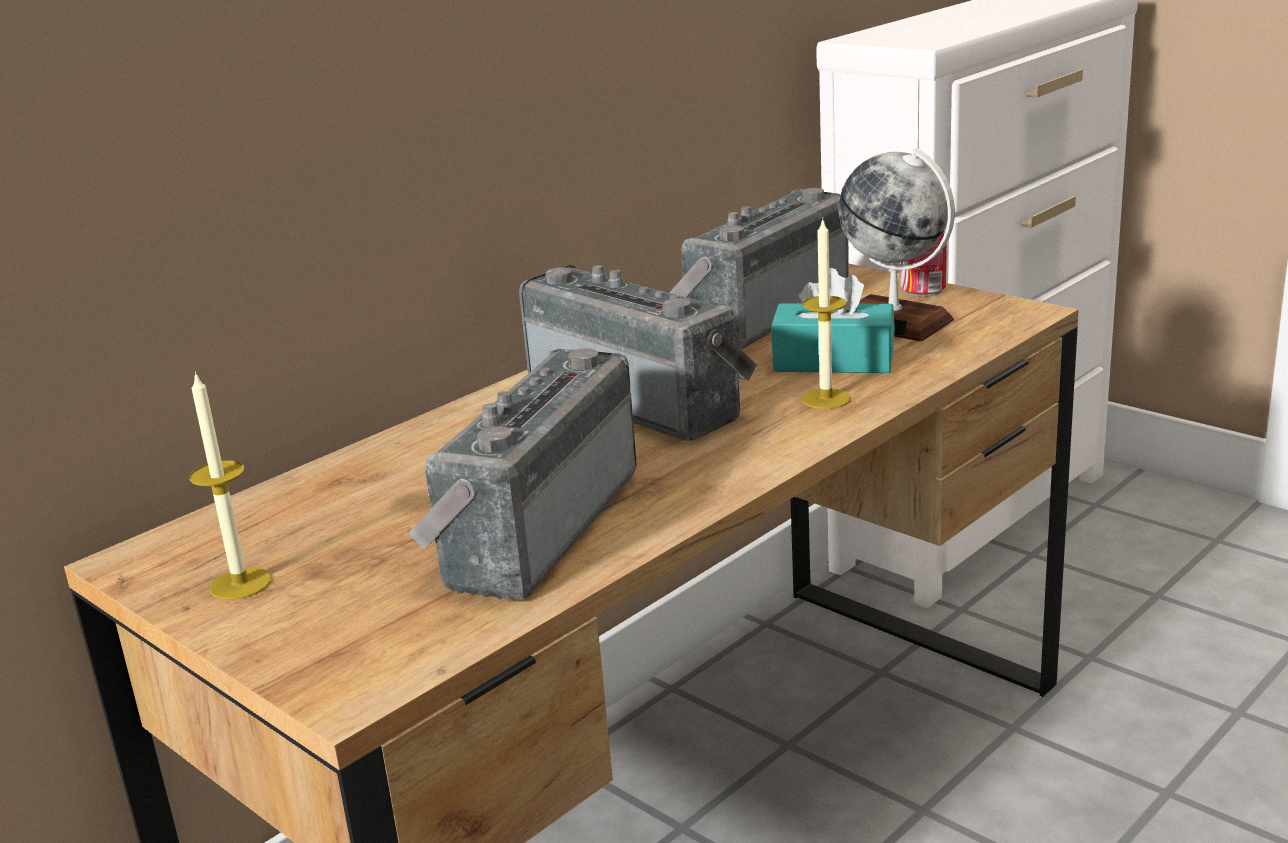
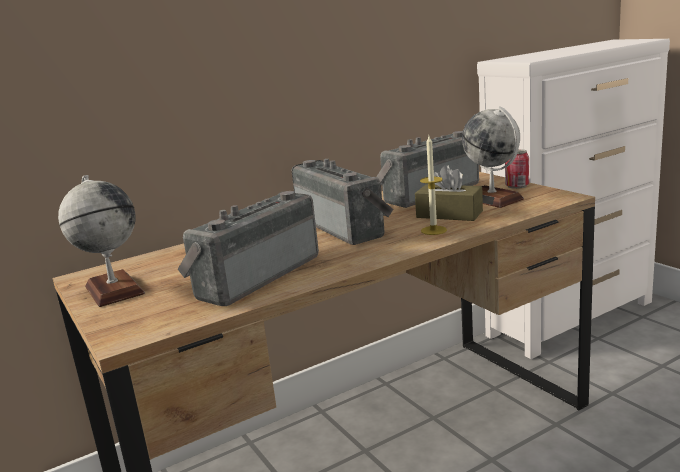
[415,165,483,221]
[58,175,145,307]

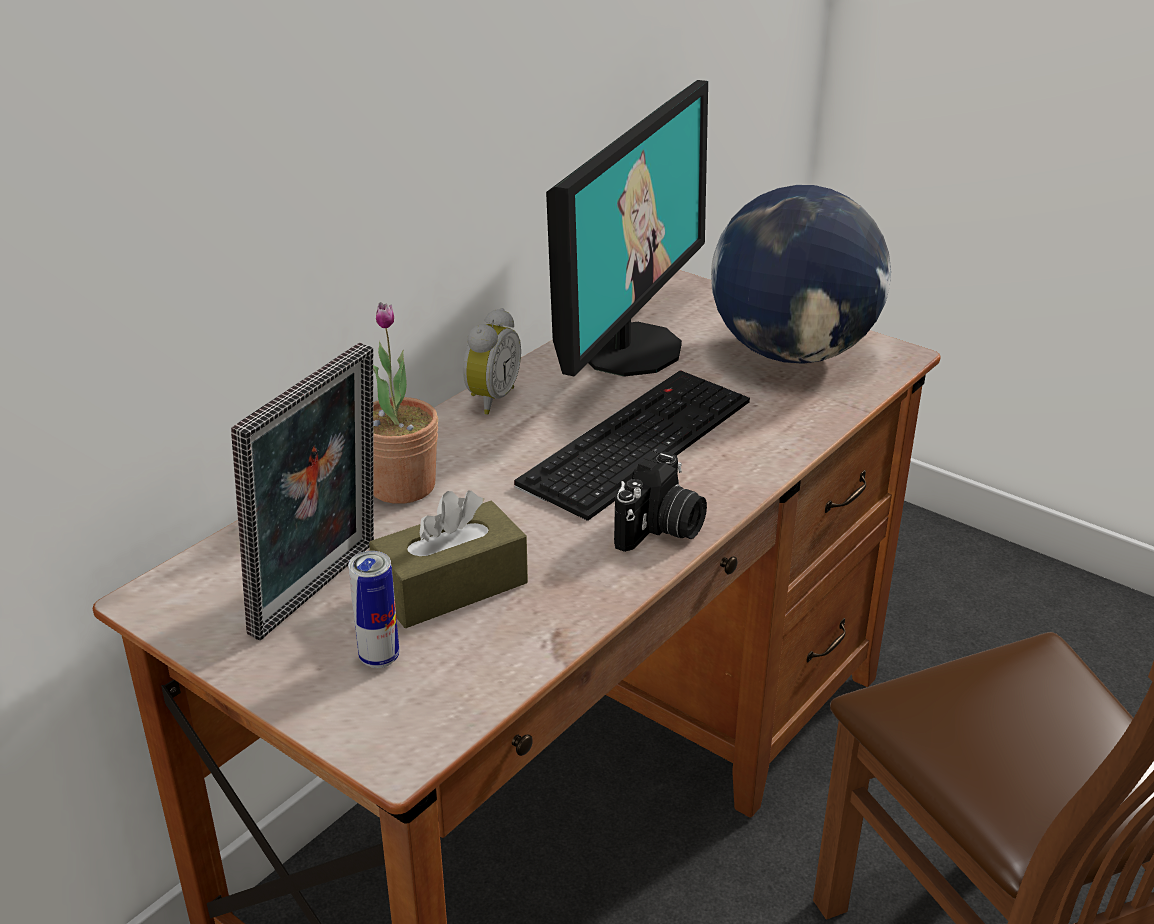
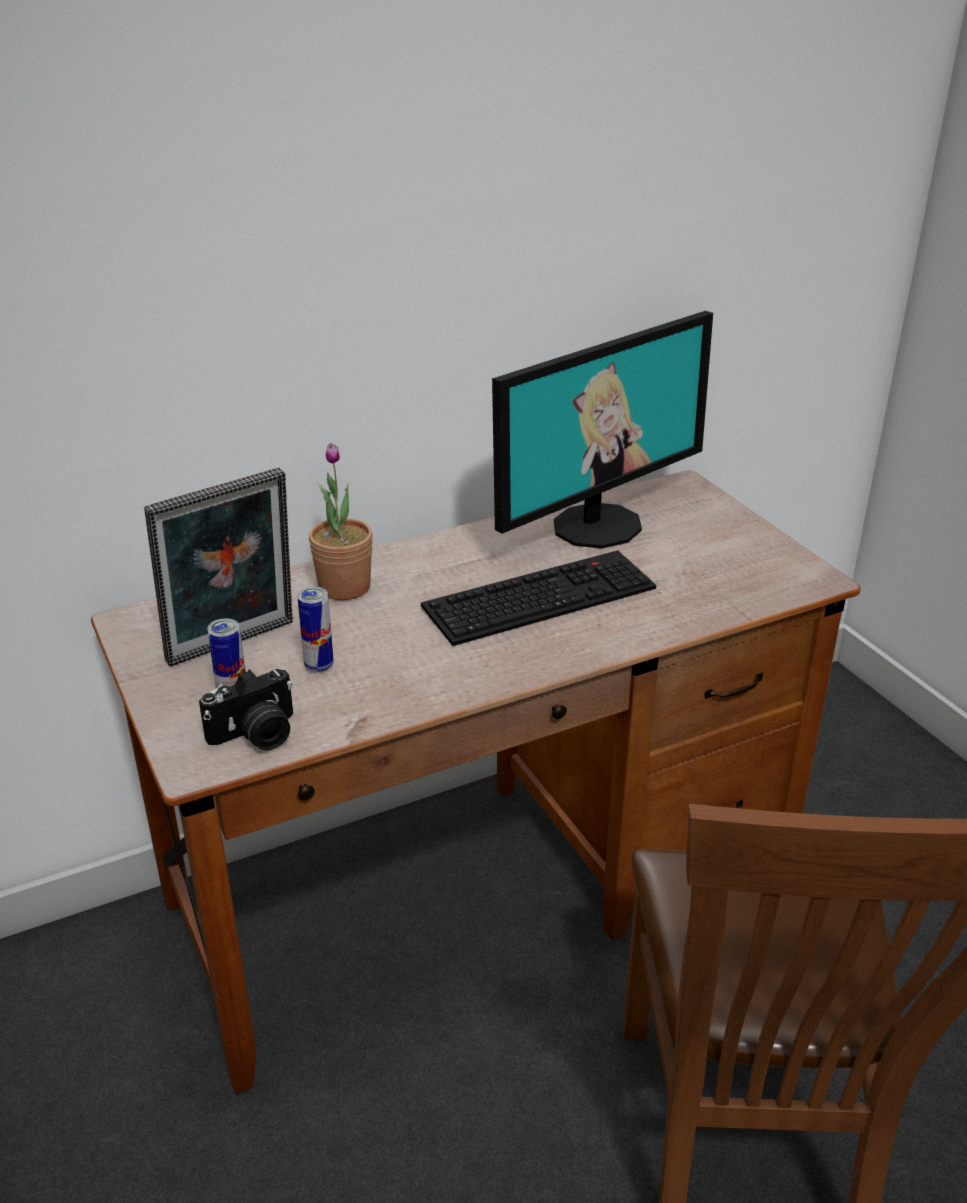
[711,185,891,364] (first image)
[463,308,521,415] (first image)
[199,669,293,750]
[298,587,333,673]

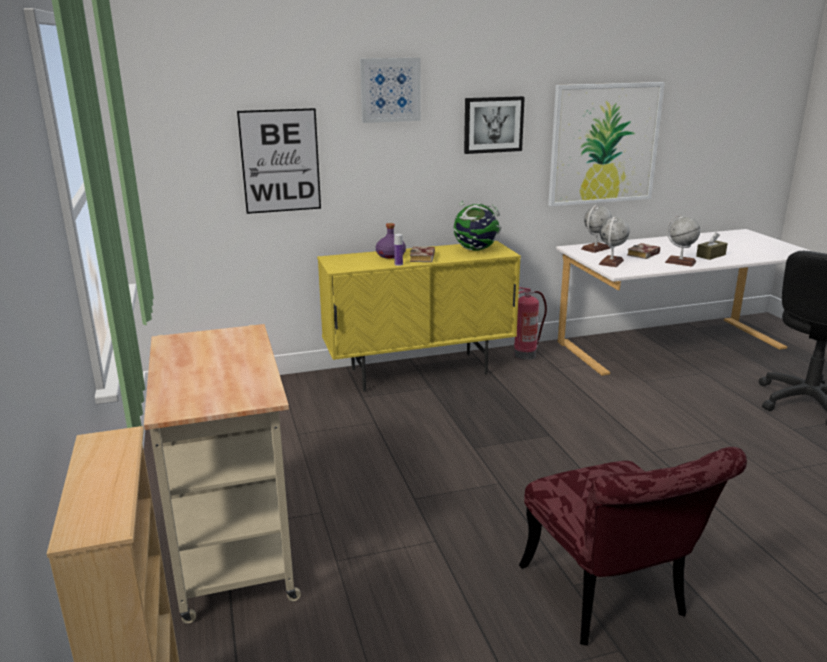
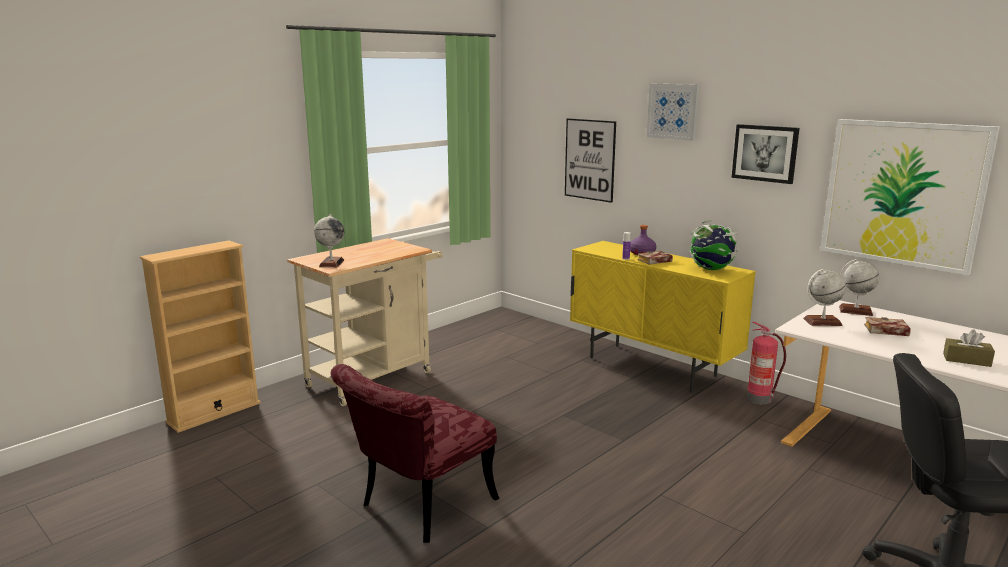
[314,214,345,267]

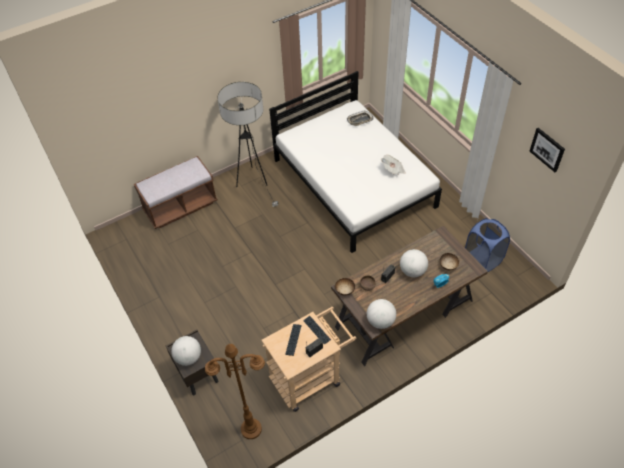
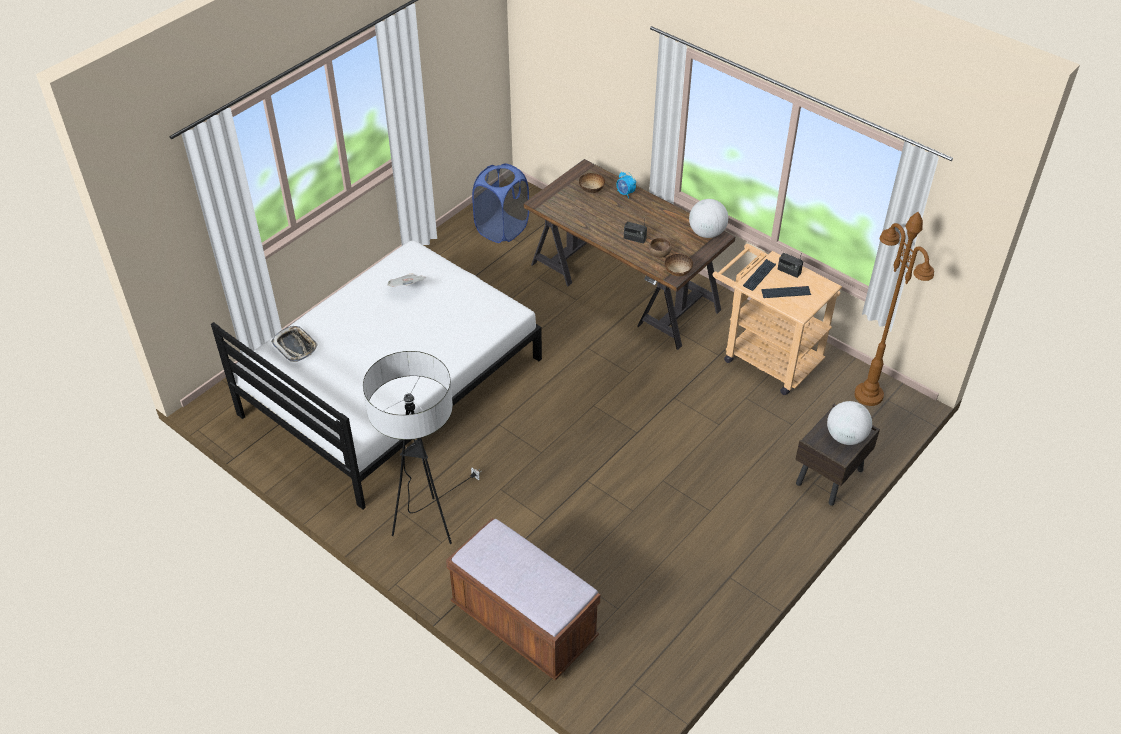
[530,128,565,172] (first image)
[400,249,428,277] (first image)

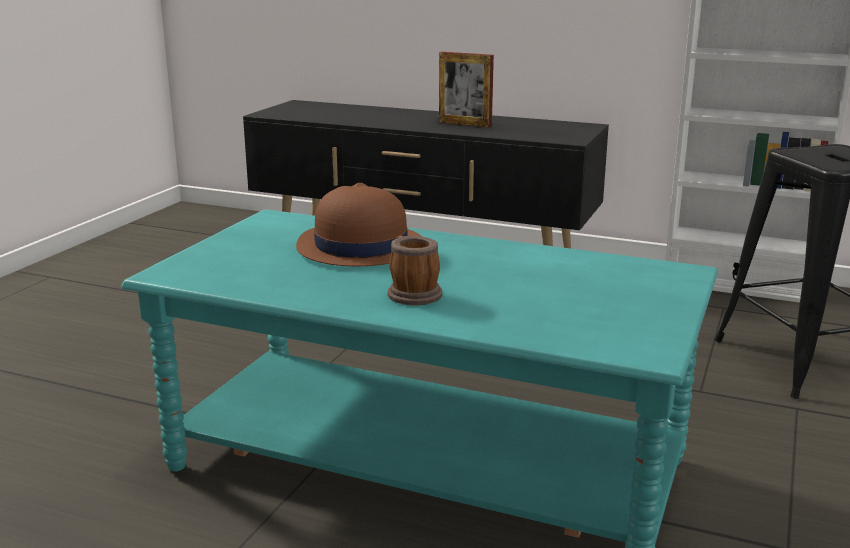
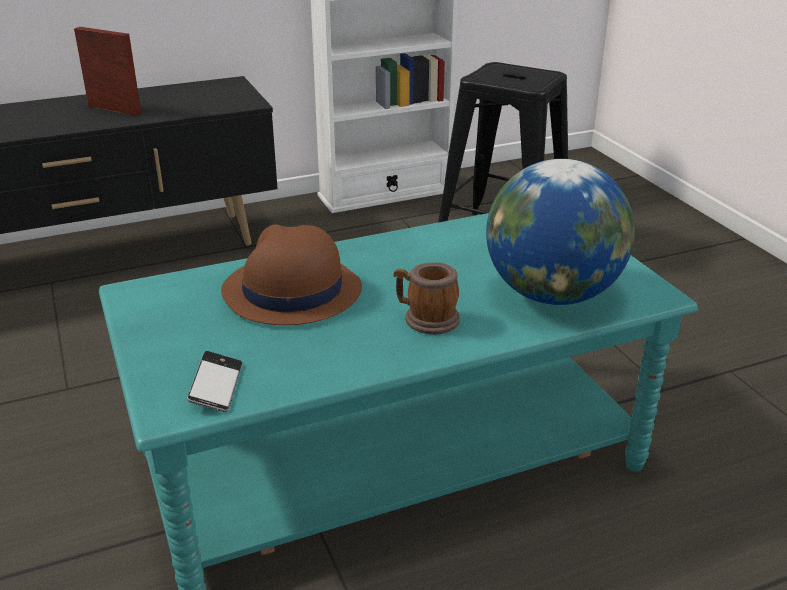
[74,27,141,115]
[486,159,635,305]
[187,351,242,412]

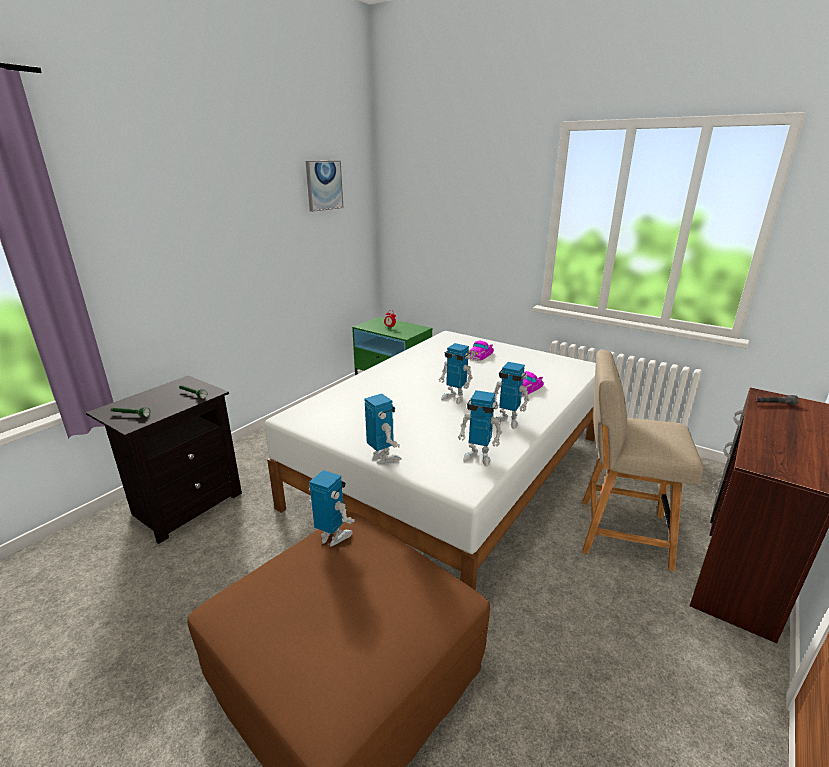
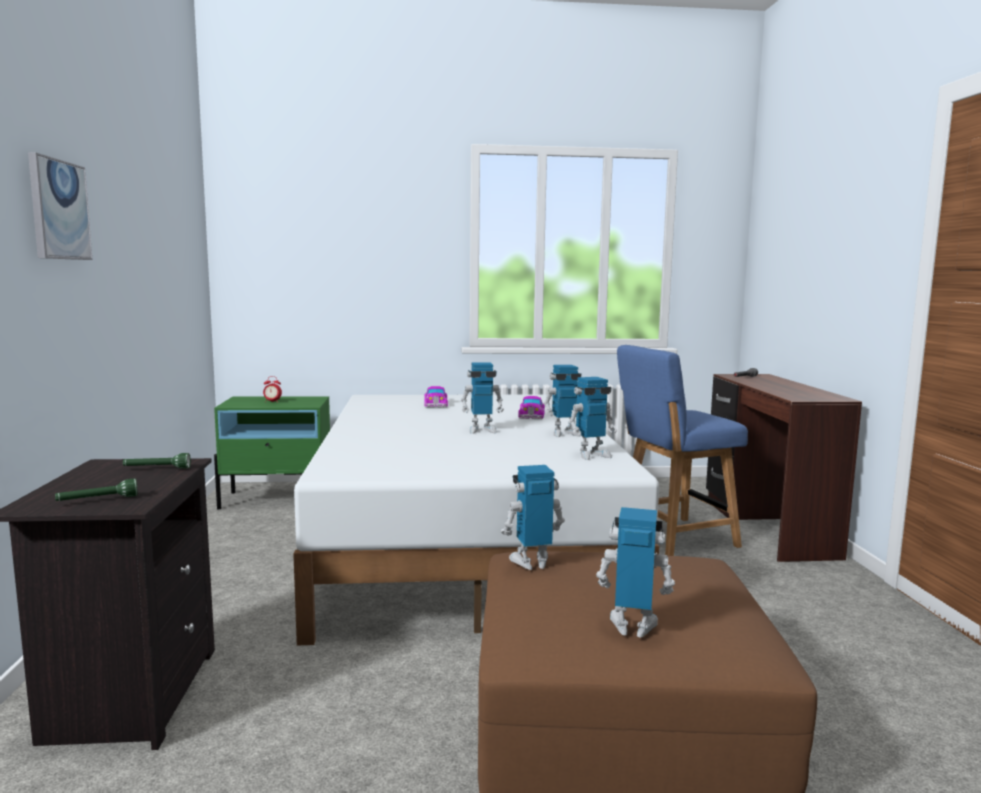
[28,152,92,260]
[617,345,748,556]
[596,507,675,637]

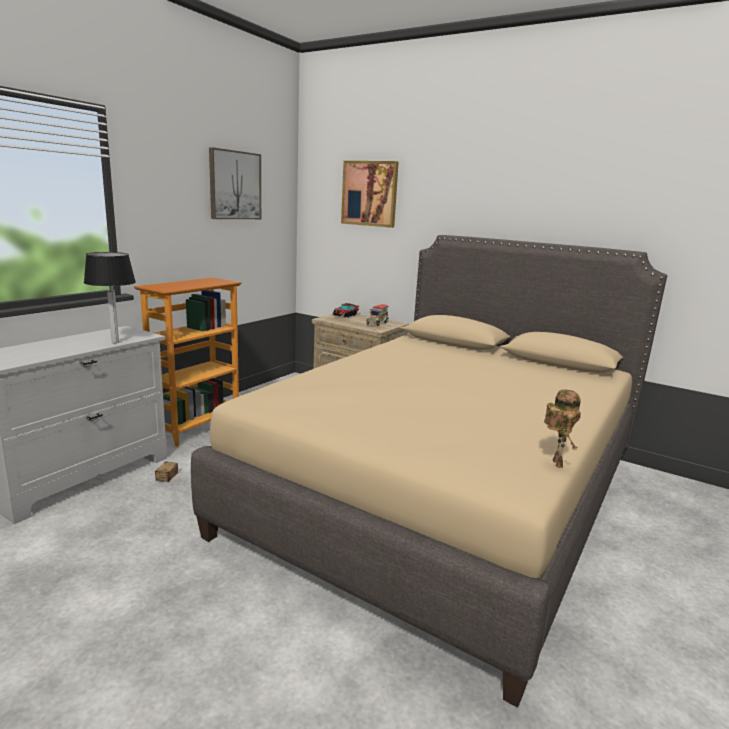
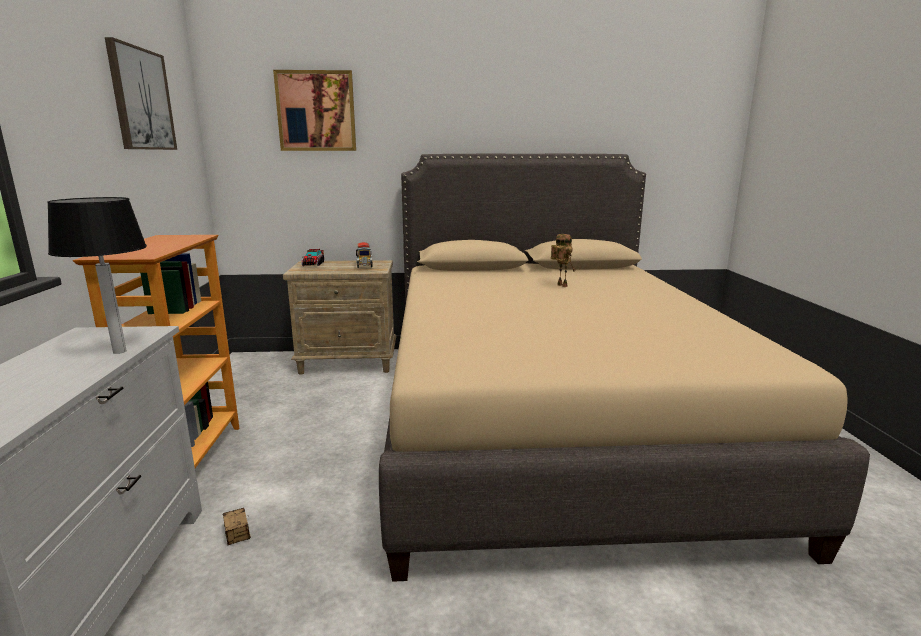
[551,234,575,287]

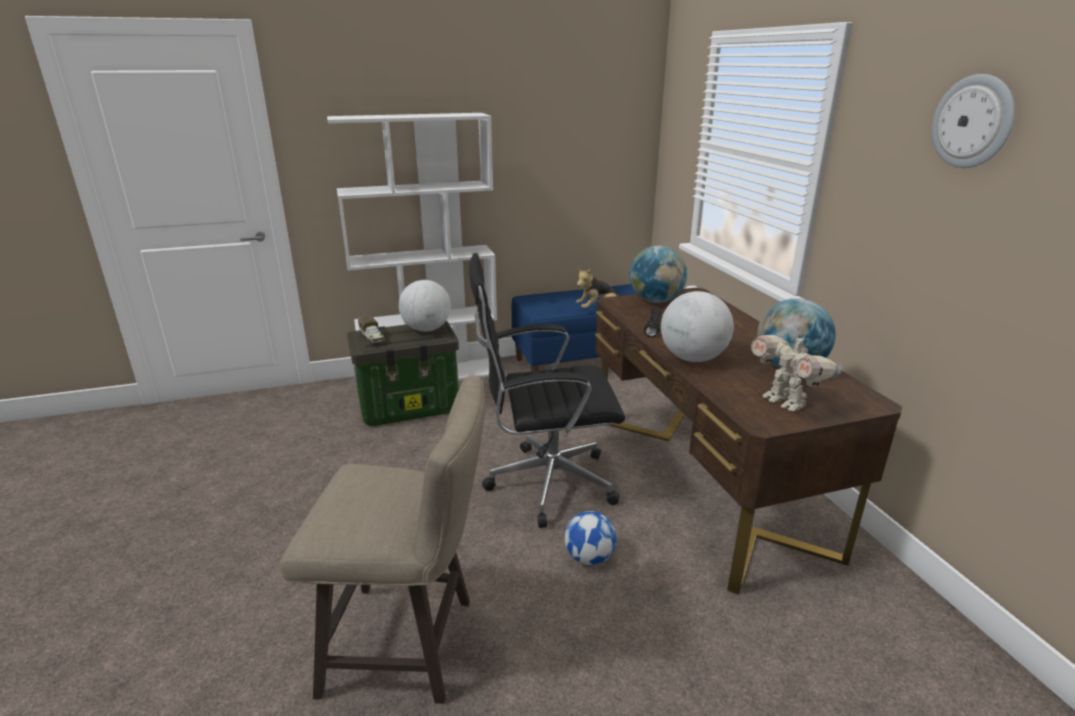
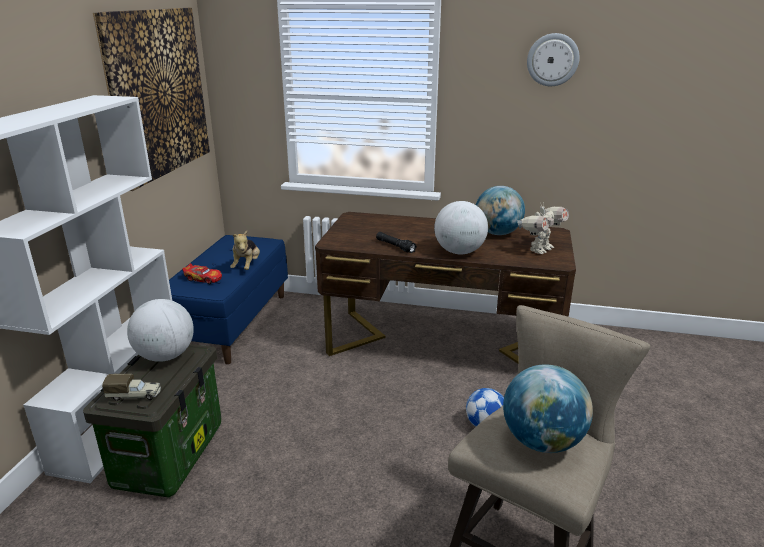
[503,364,593,453]
[469,253,625,528] (first image)
[517,201,569,254]
[93,8,210,191]
[182,263,222,284]

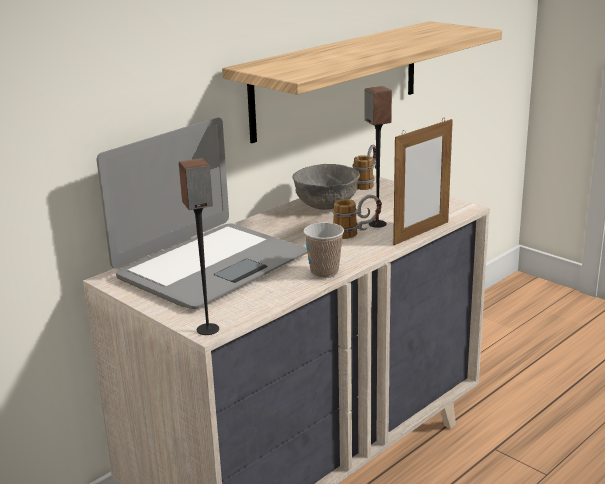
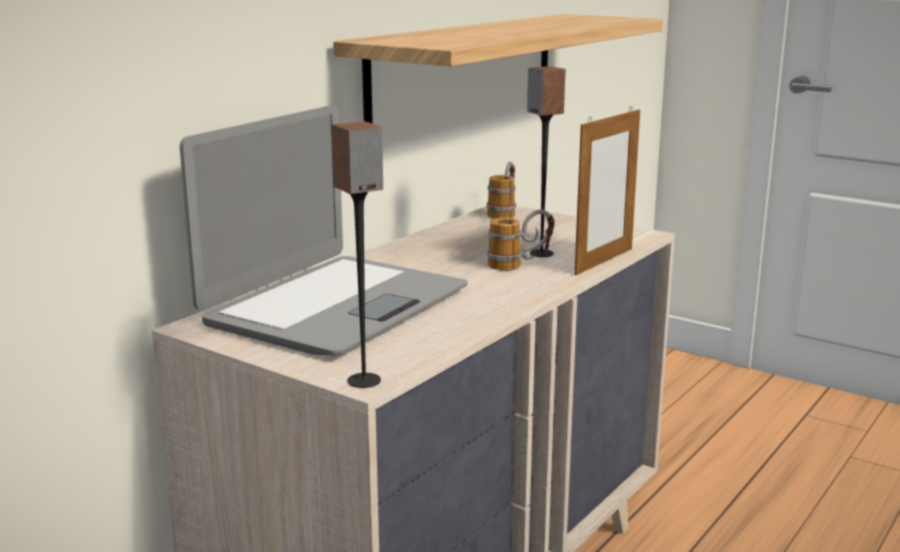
[292,164,360,210] (first image)
[303,222,344,278] (first image)

